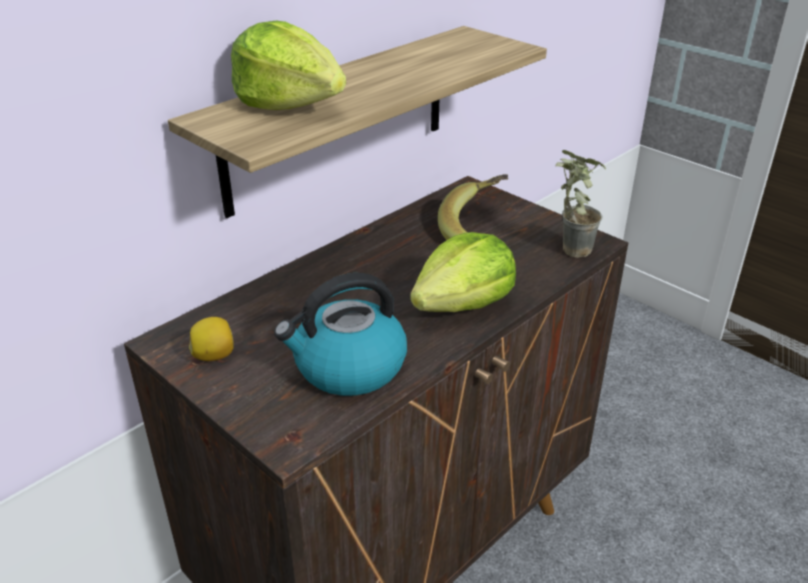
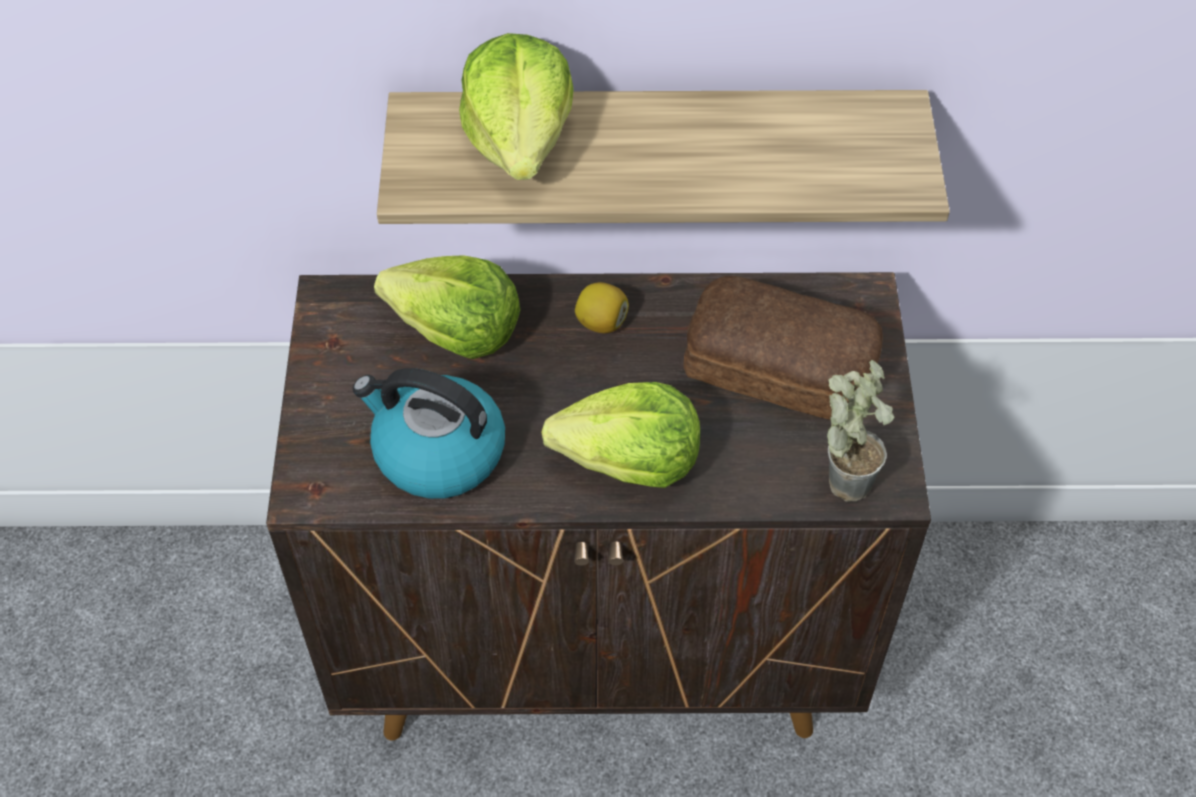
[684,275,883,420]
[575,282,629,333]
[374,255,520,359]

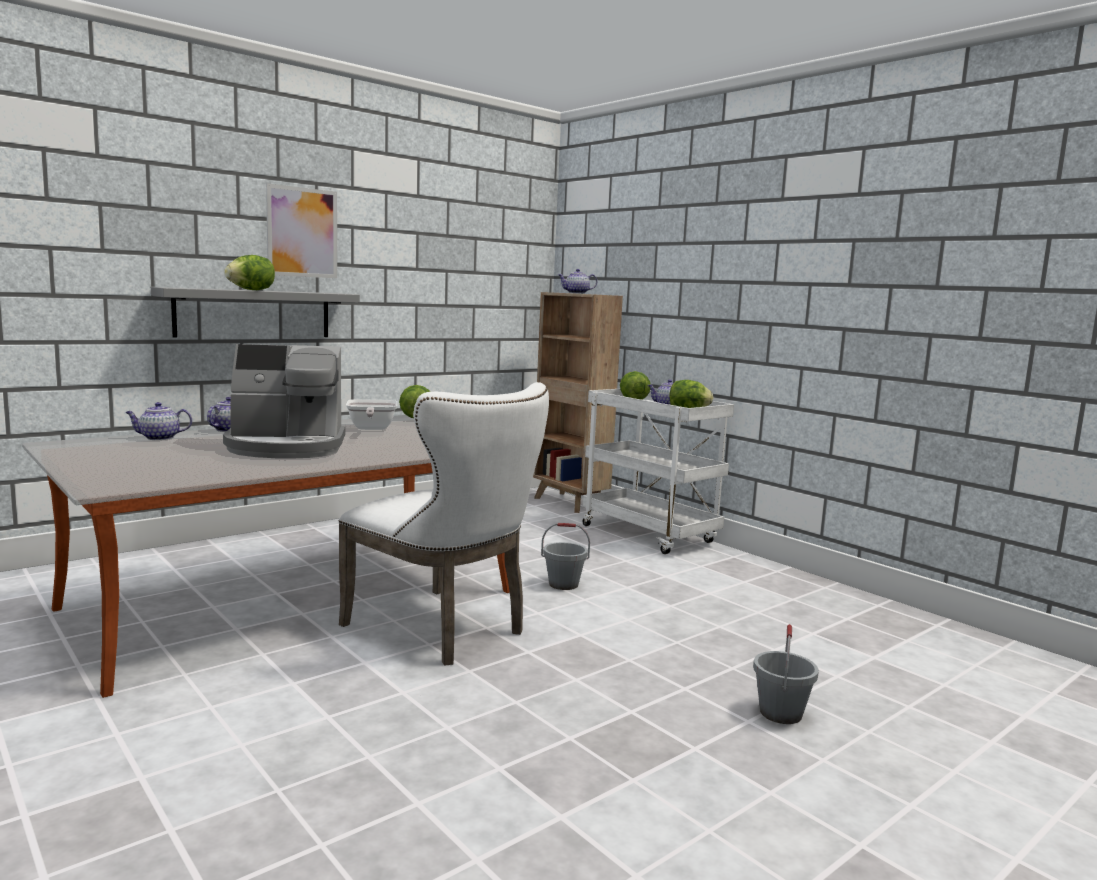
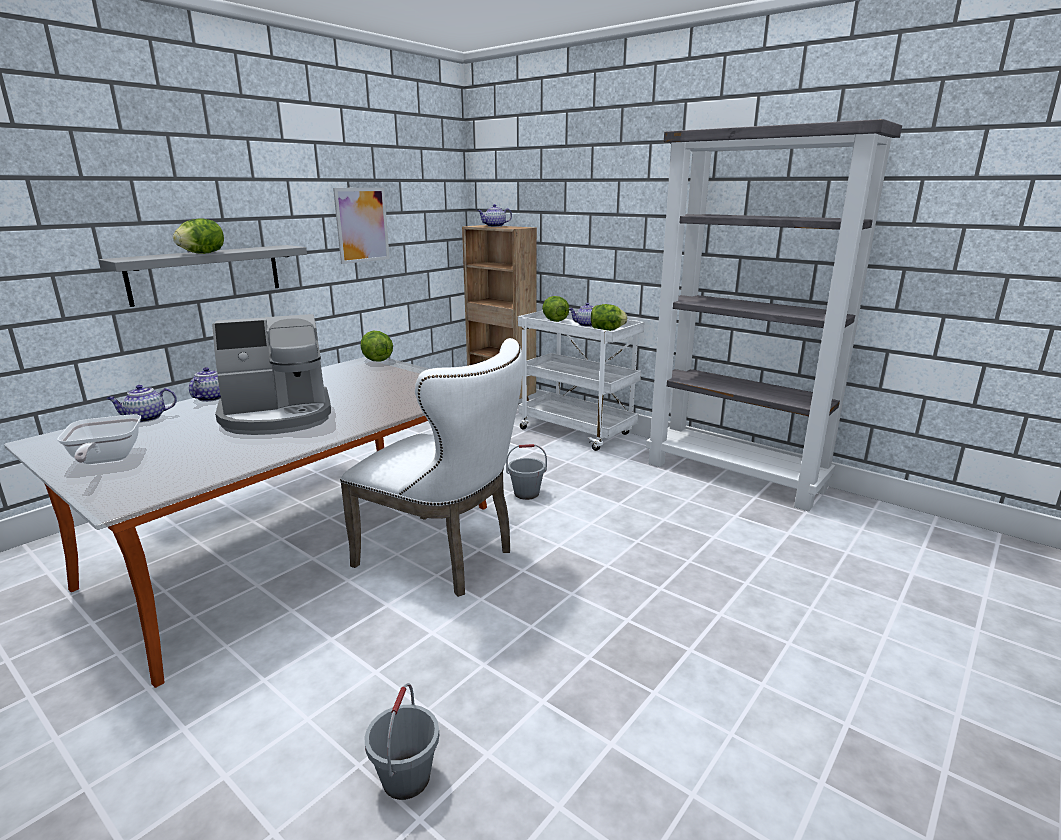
[333,188,390,264]
[57,414,141,464]
[364,683,439,800]
[646,119,902,512]

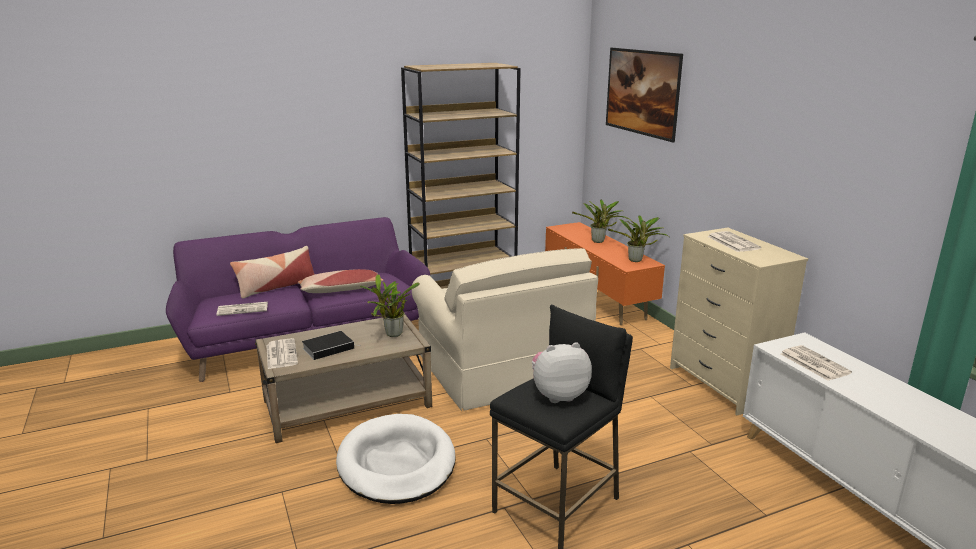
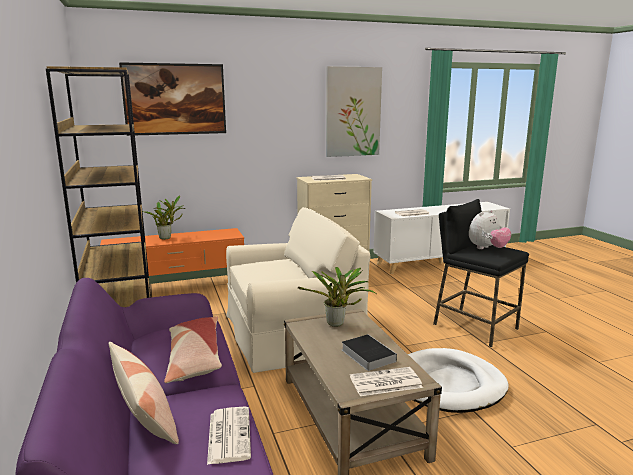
[608,216,669,262] (first image)
[469,210,511,249]
[326,66,382,157]

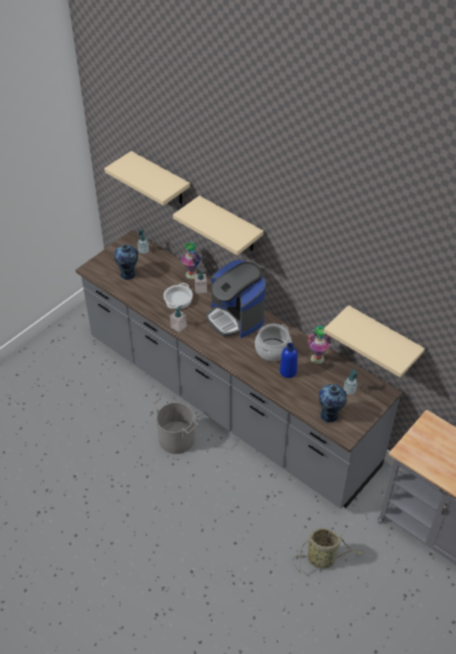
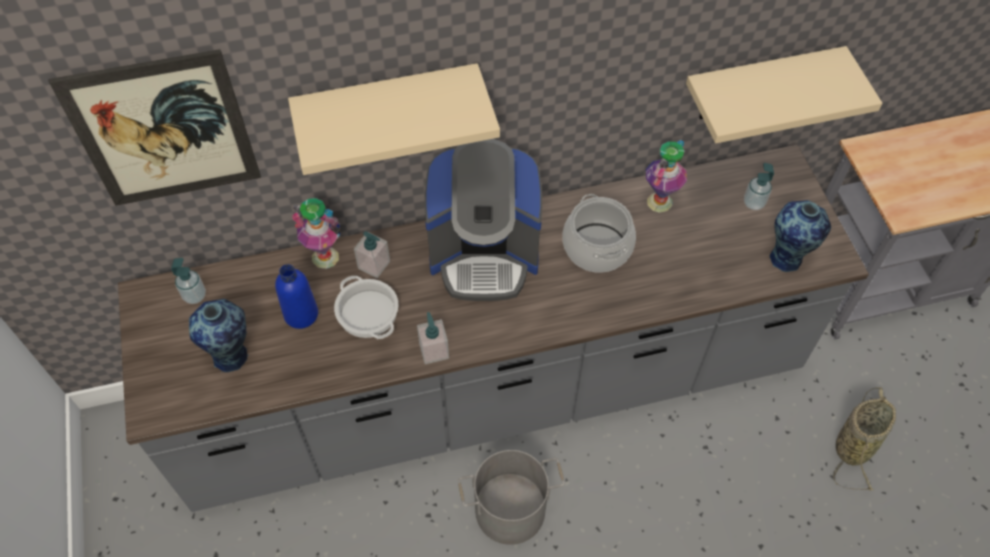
[48,49,261,206]
[275,264,318,329]

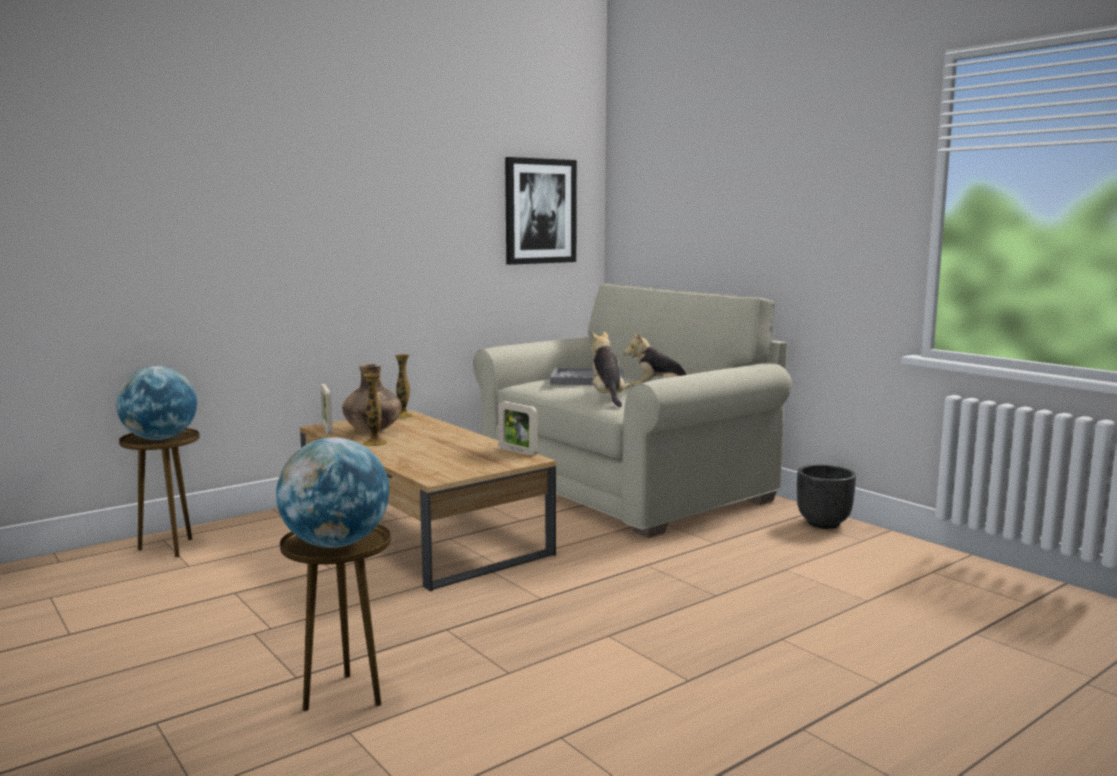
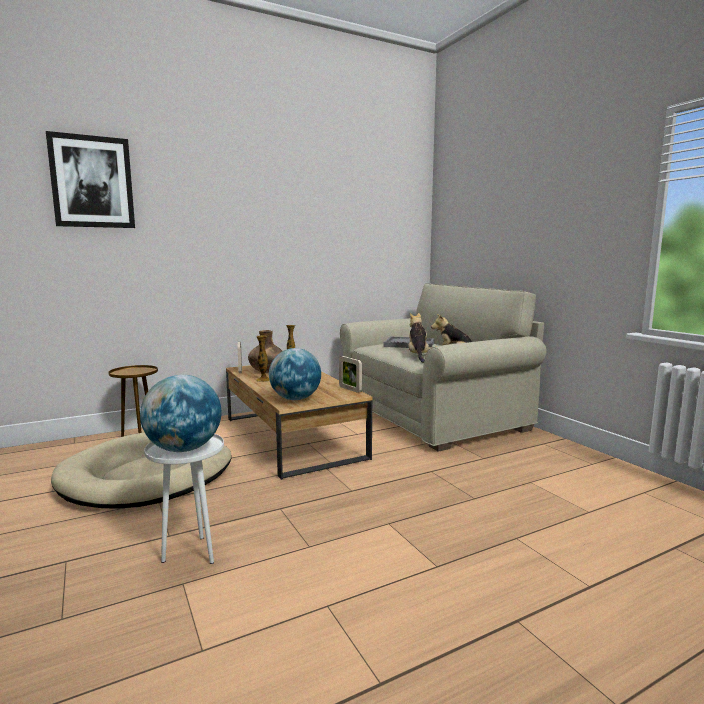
[46,131,135,228]
[269,348,321,400]
[797,465,856,529] (first image)
[144,434,224,564]
[51,432,231,508]

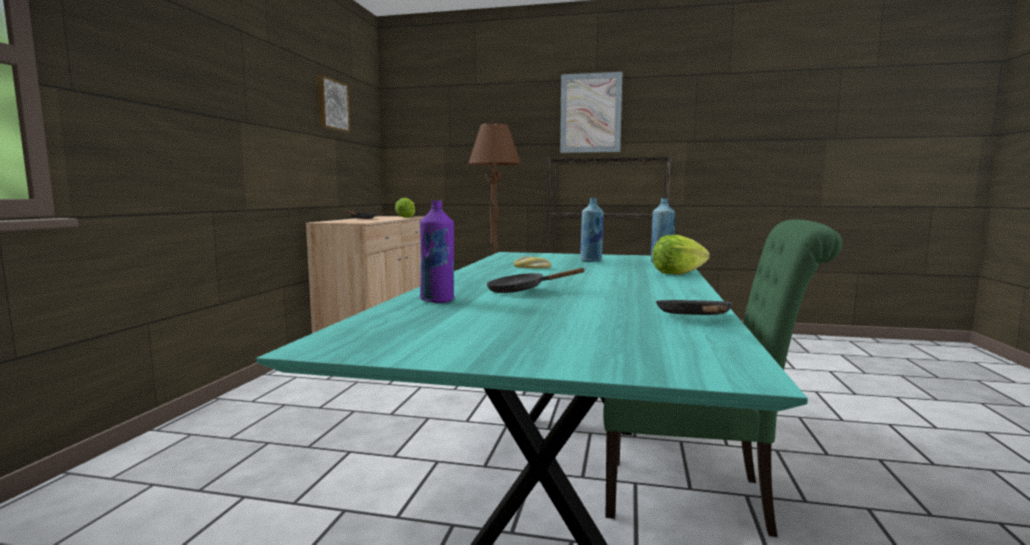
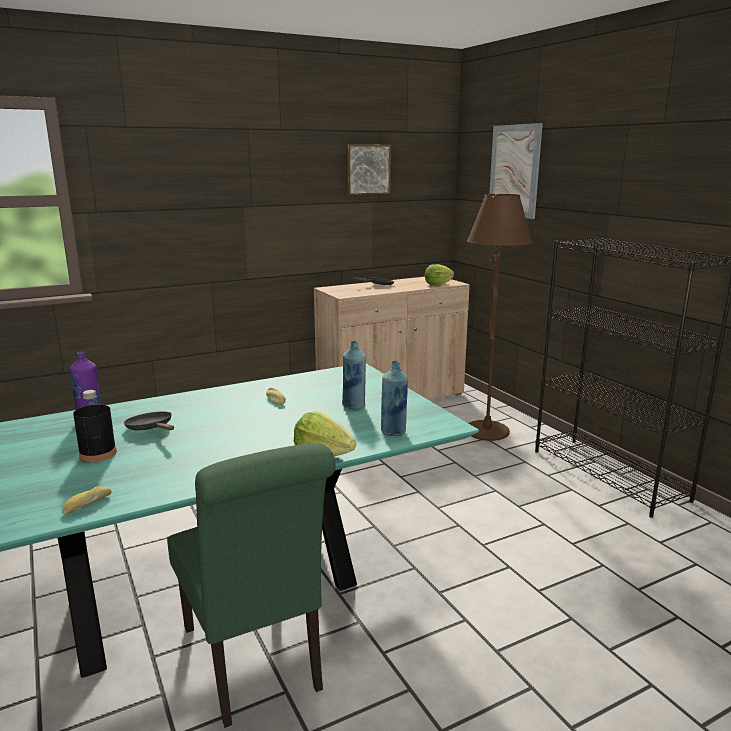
[489,123,543,219]
[62,486,112,515]
[73,390,117,462]

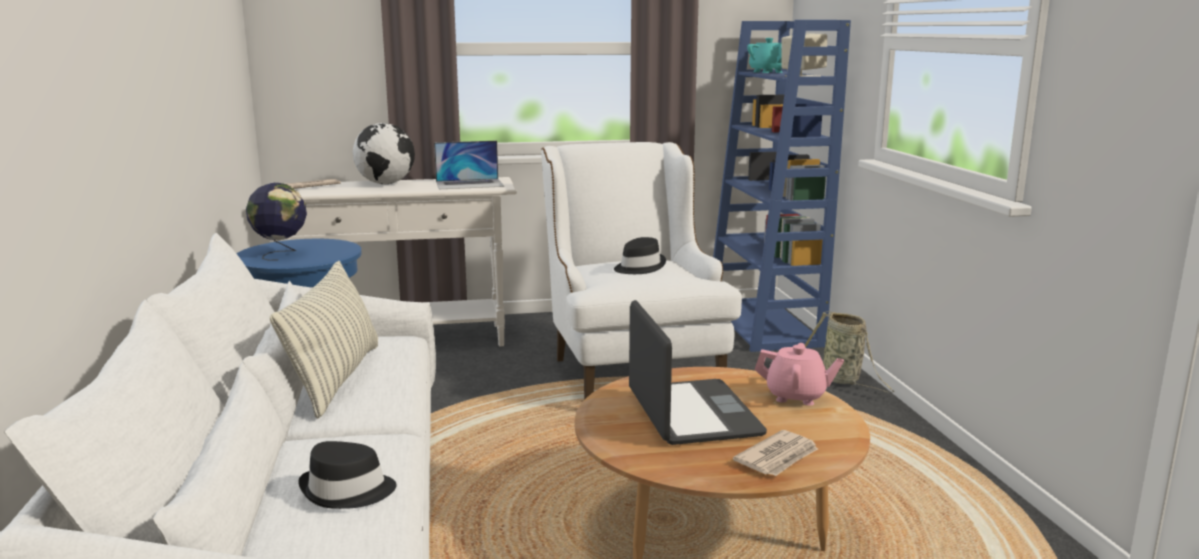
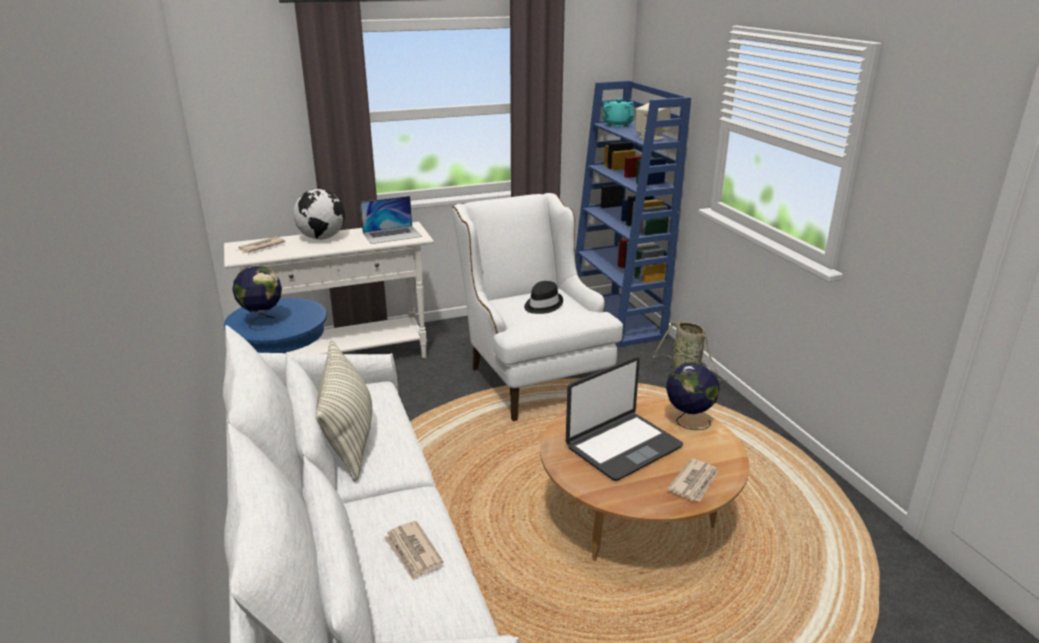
[566,357,683,481]
[666,362,720,430]
[384,521,444,581]

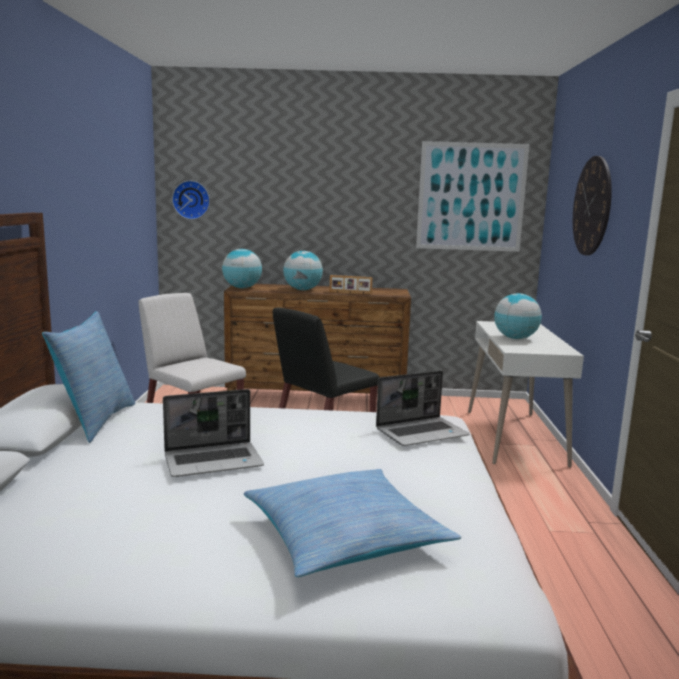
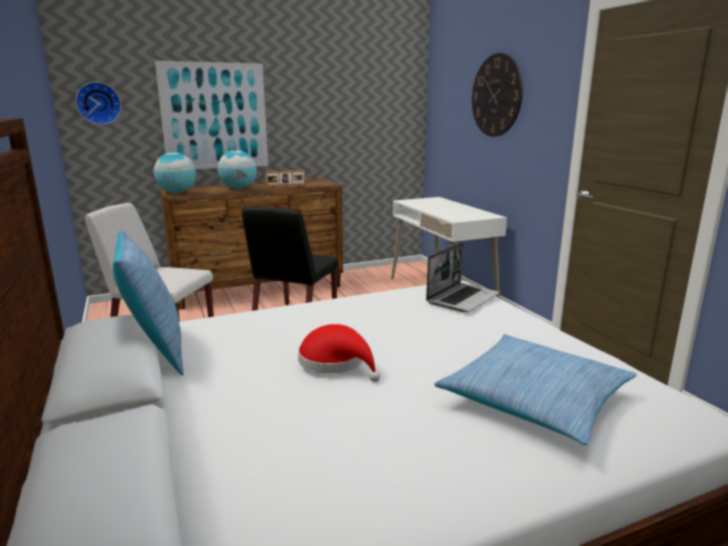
[155,61,268,169]
[494,293,542,339] (first image)
[298,324,380,382]

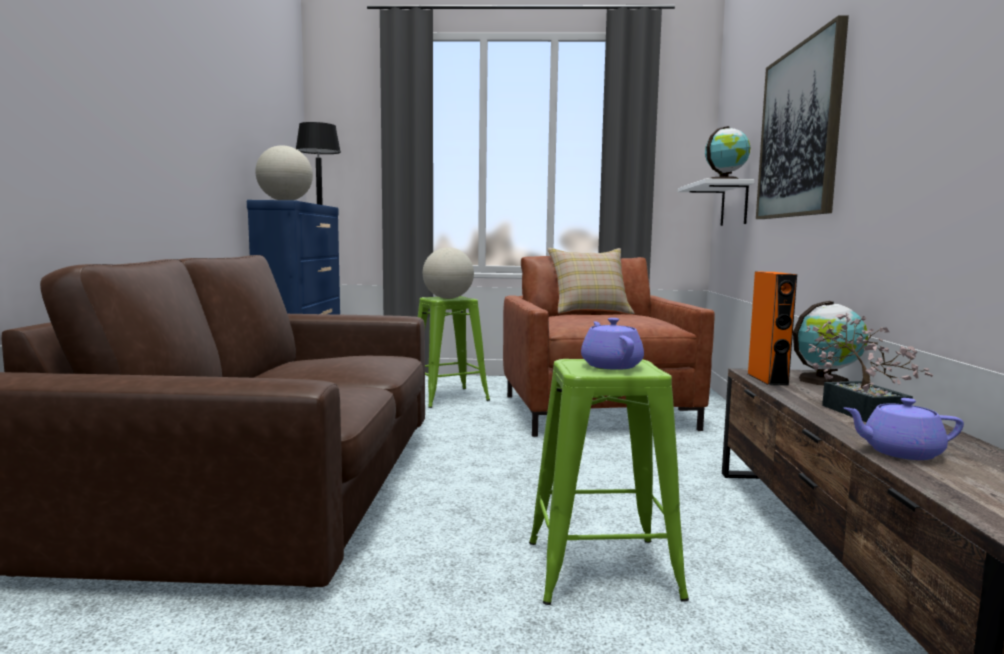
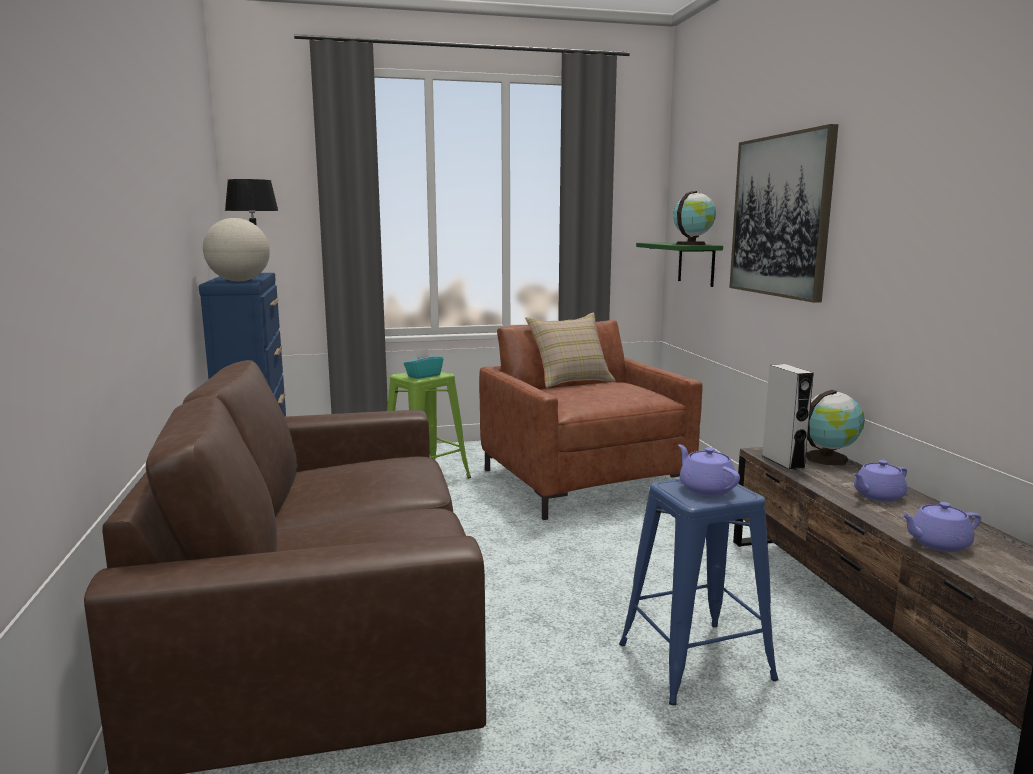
[636,242,723,287]
[404,348,443,379]
[762,364,814,470]
[853,460,907,502]
[619,479,778,705]

